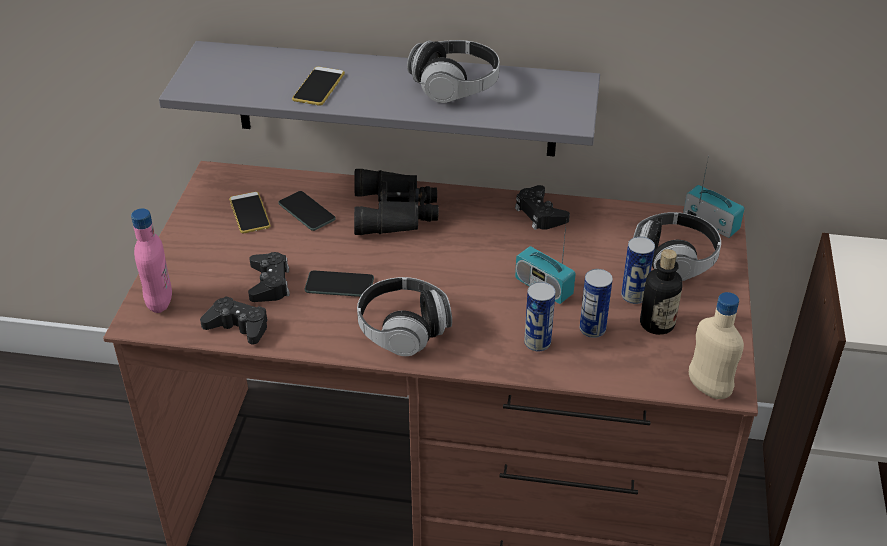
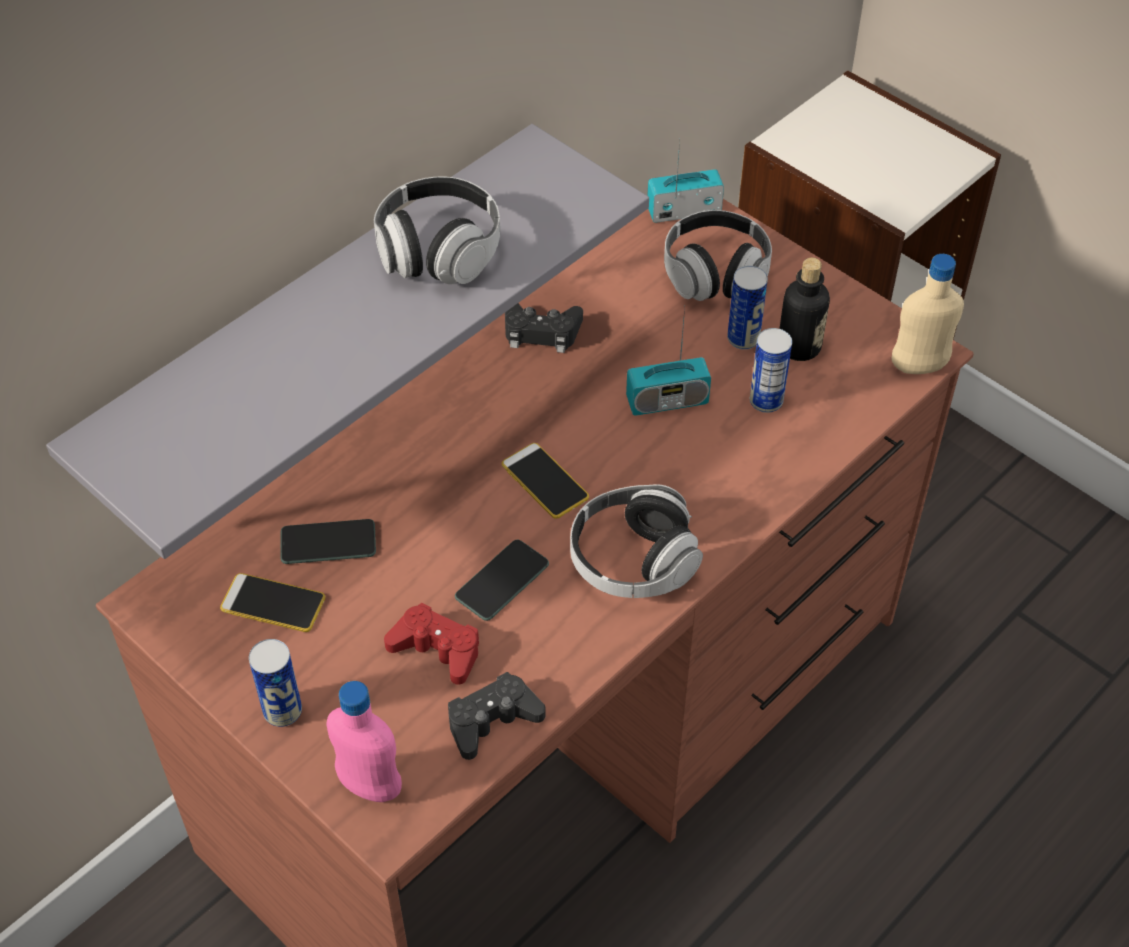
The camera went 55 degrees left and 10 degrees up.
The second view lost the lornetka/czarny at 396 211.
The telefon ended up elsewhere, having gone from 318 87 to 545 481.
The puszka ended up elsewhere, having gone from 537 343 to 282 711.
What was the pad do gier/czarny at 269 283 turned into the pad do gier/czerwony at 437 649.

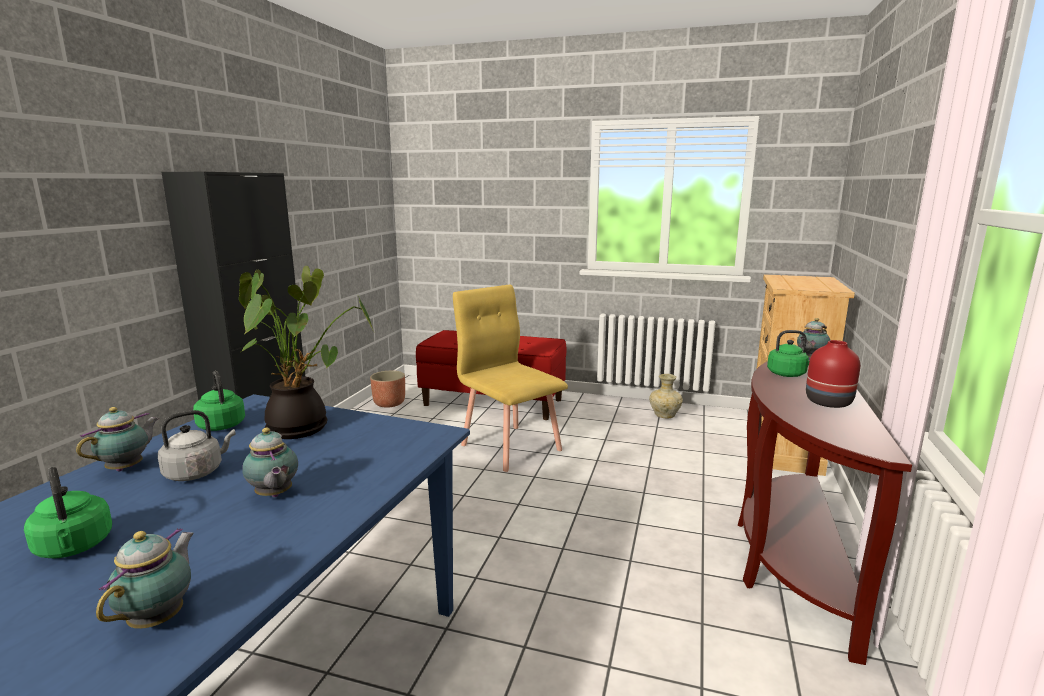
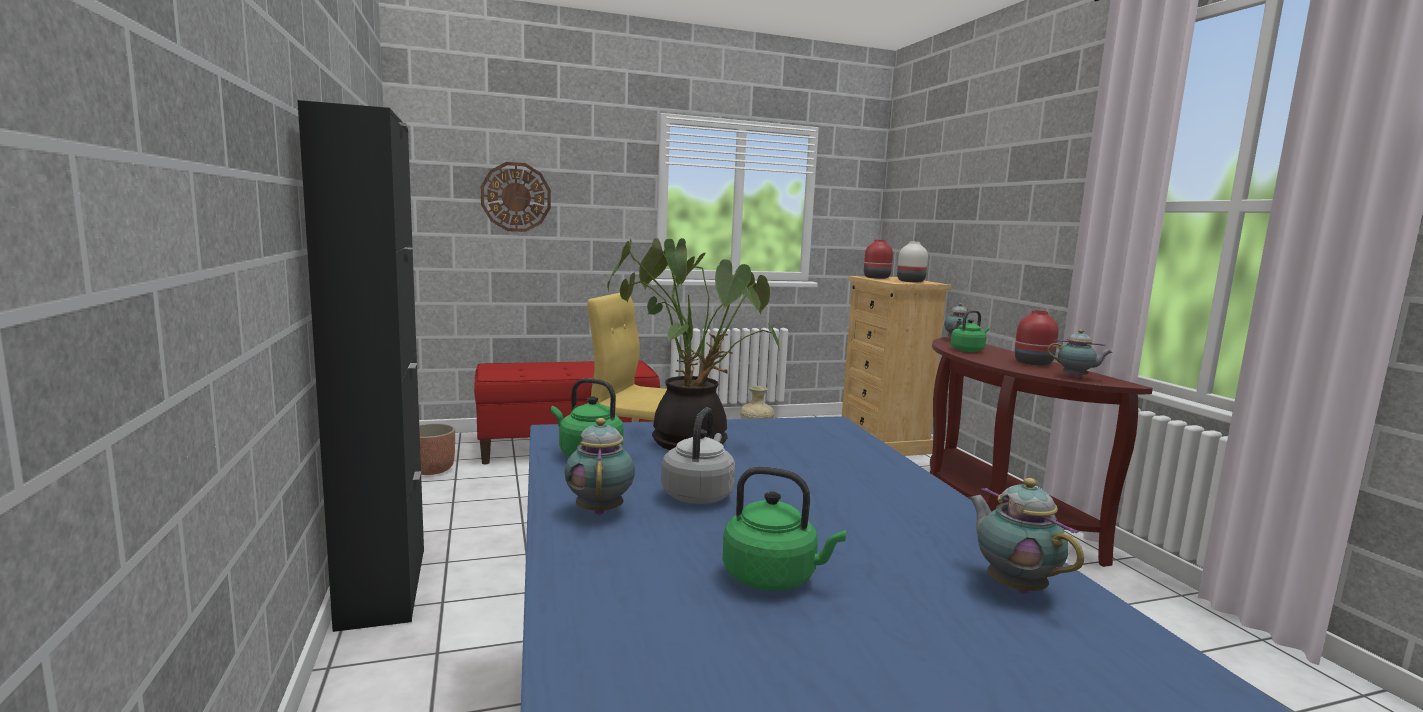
The camera went 35 degrees left and 5 degrees down.
The second view gained the zegar ścienny at 516 197.
The second view gained the wazon/czerwony at 877 278.
The second view gained the wazon/biały at 910 281.
The imbryk ended up elsewhere, having gone from 274 495 to 1076 378.

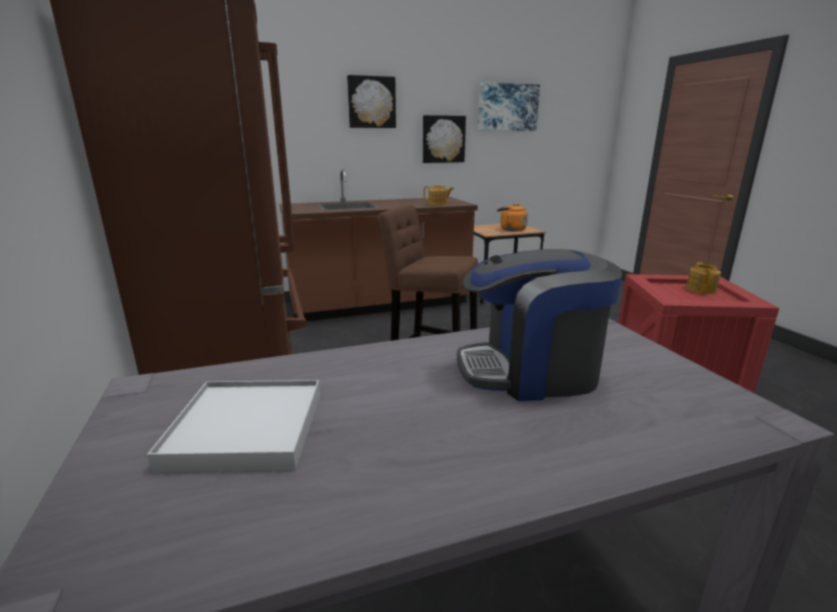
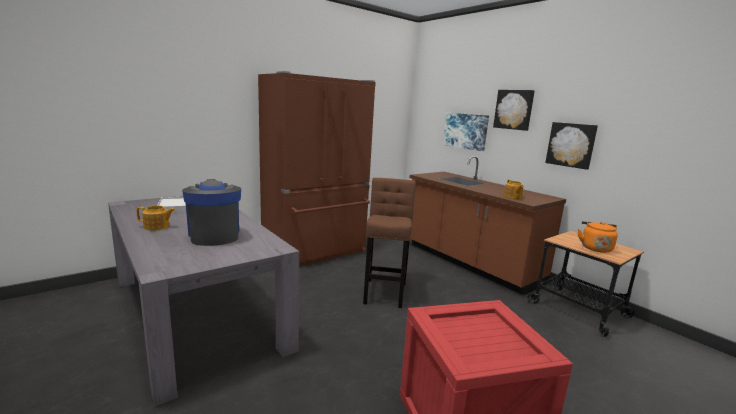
The camera went 70 degrees right and 5 degrees down.
The obraz ended up elsewhere, having gone from 507 107 to 465 131.
The imbryk ended up elsewhere, having gone from 701 289 to 157 227.

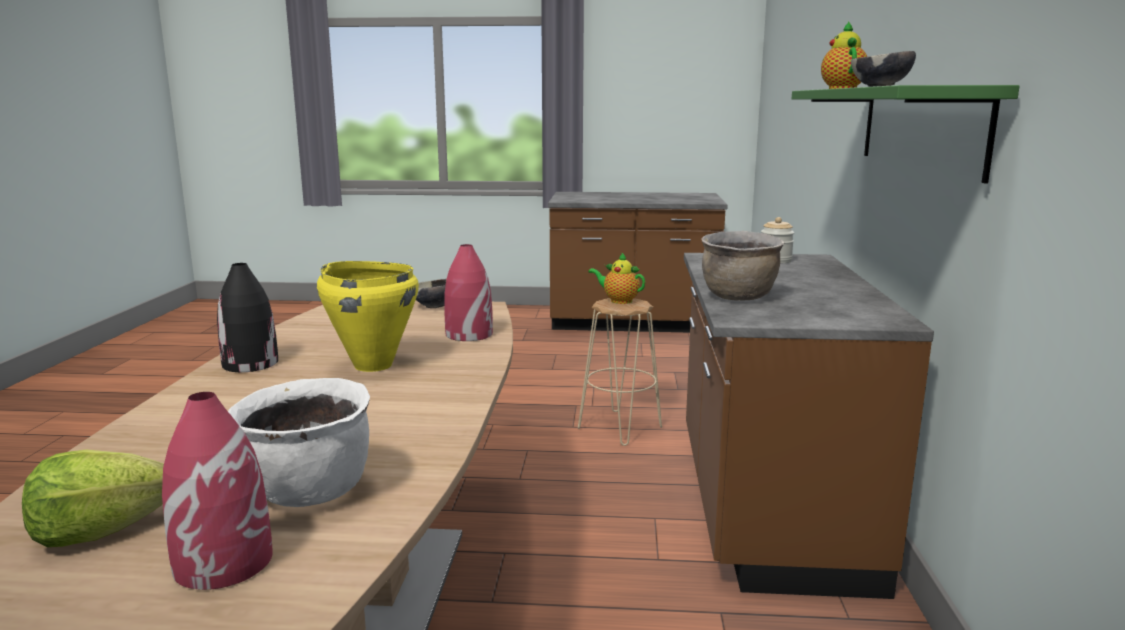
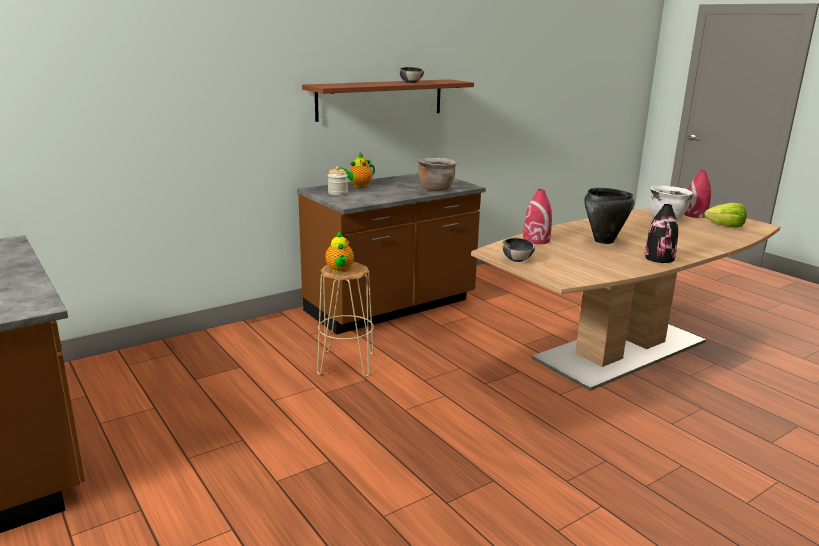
The camera went 130 degrees left and 5 degrees up.
The imbryk ended up elsewhere, having gone from 841 89 to 358 185.
What was the garnek/żółty at 373 365 turned into the garnek/czarny at 604 241.
What was the półka/zielony at 919 128 turned into the półka/brązowy at 380 99.

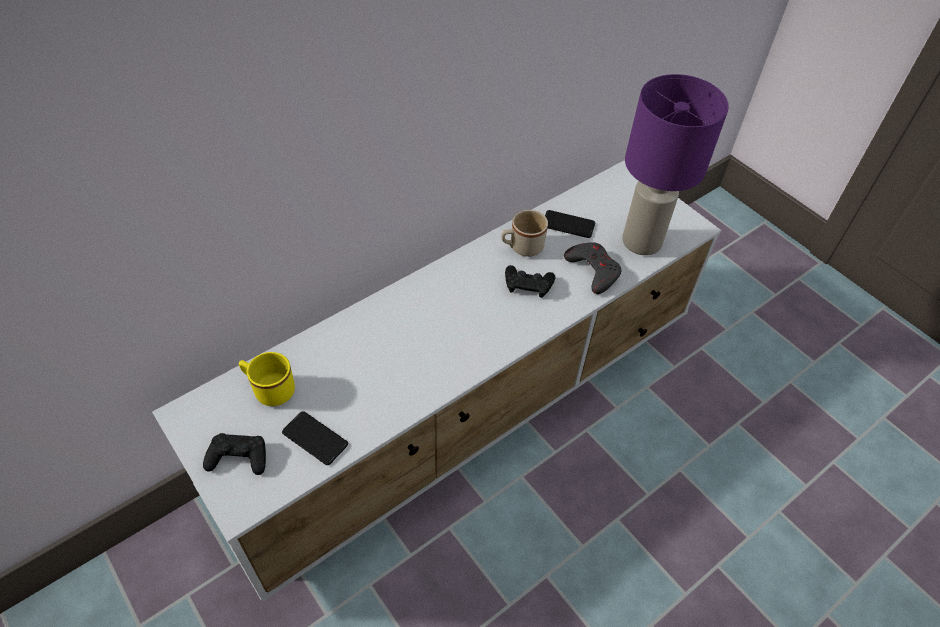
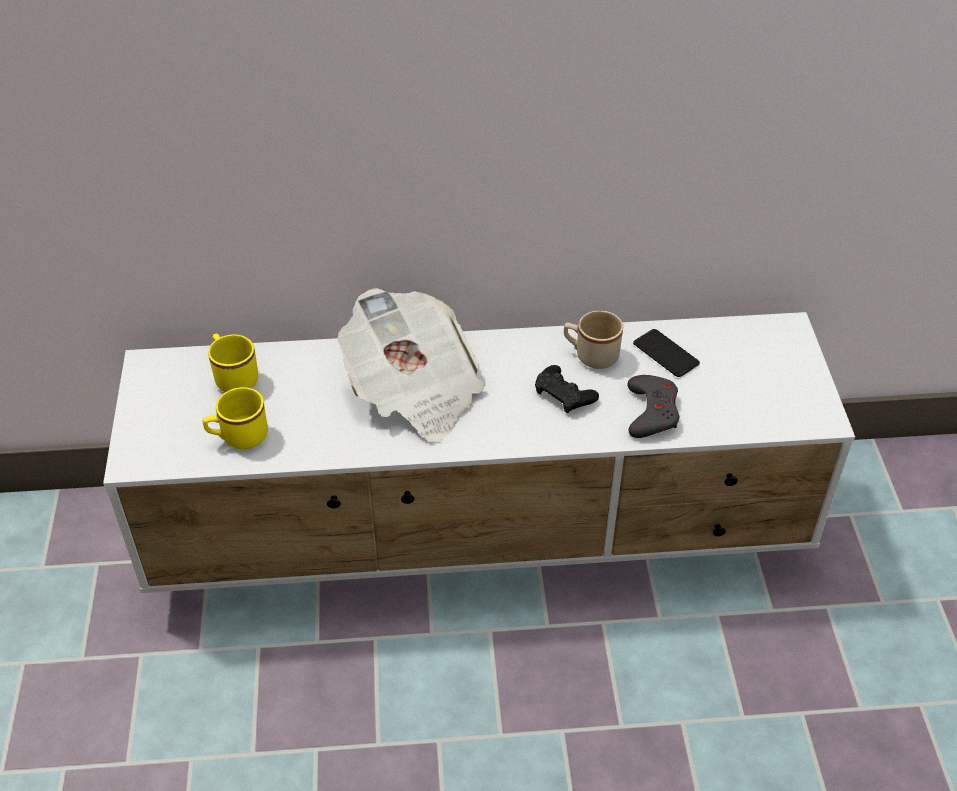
The camera went 35 degrees right and 5 degrees down.
The second view lost the pad do gier/czarny at 238 457.
The second view lost the lampa stołowa/fioletowy at 641 241.
The second view gained the gazeta at 414 391.
Where the telefon stood at 315 438, the kubek/żółty came to stand at 238 437.

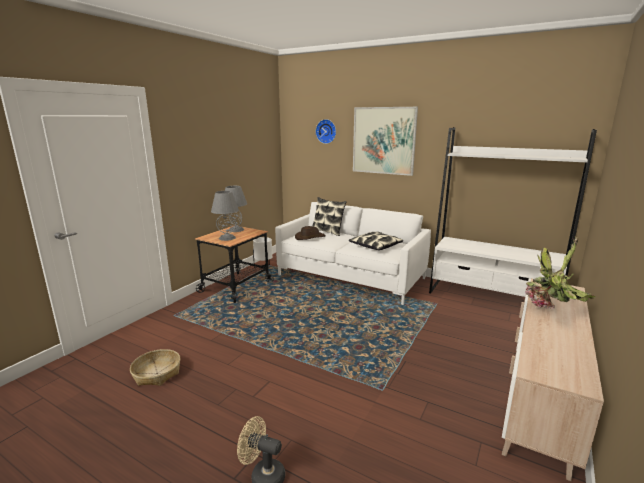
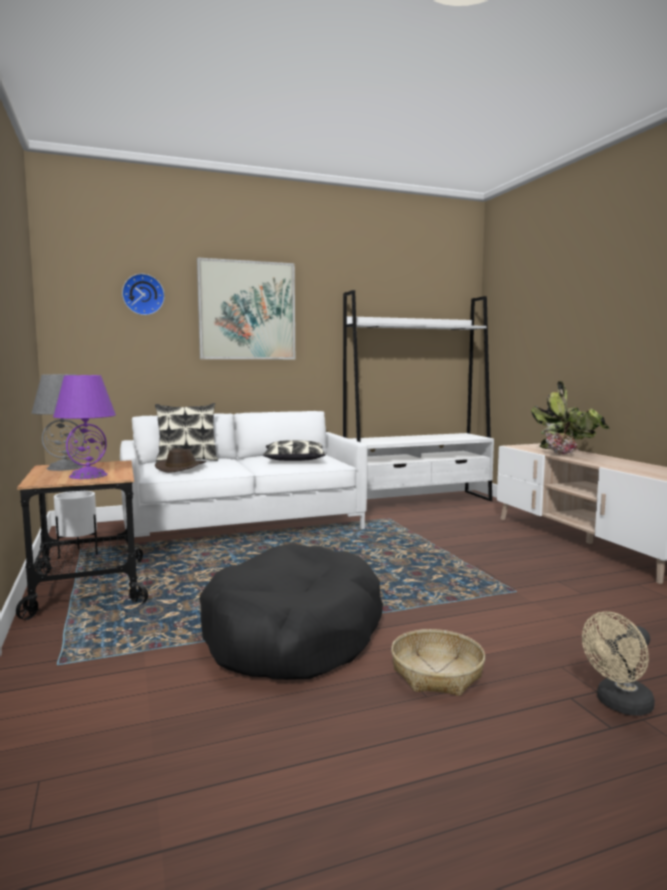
The camera went 50 degrees left and 10 degrees down.
The second view gained the legowisko/czarny at 293 634.
The koszyk ended up elsewhere, having gone from 156 373 to 436 674.
What was the lampa stołowa/szary at 227 238 turned into the lampa stołowa/fioletowy at 88 475.

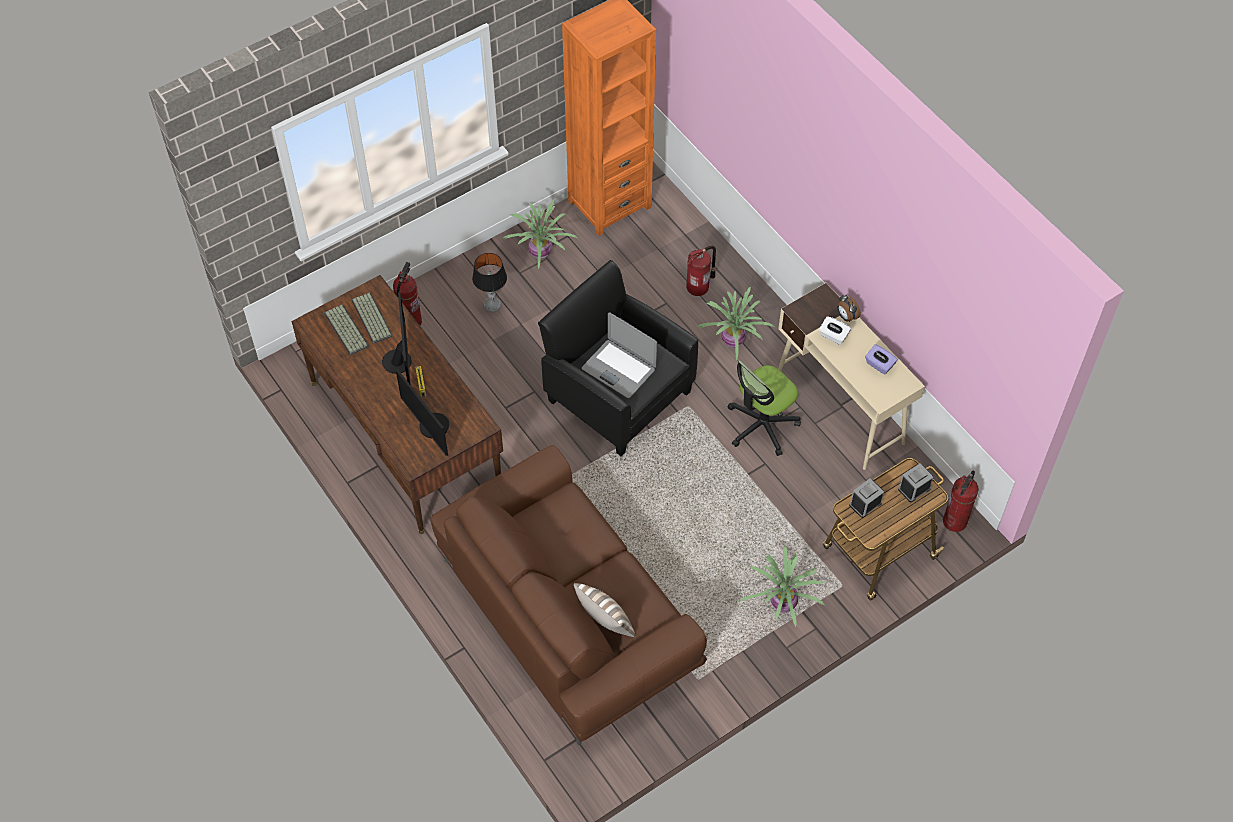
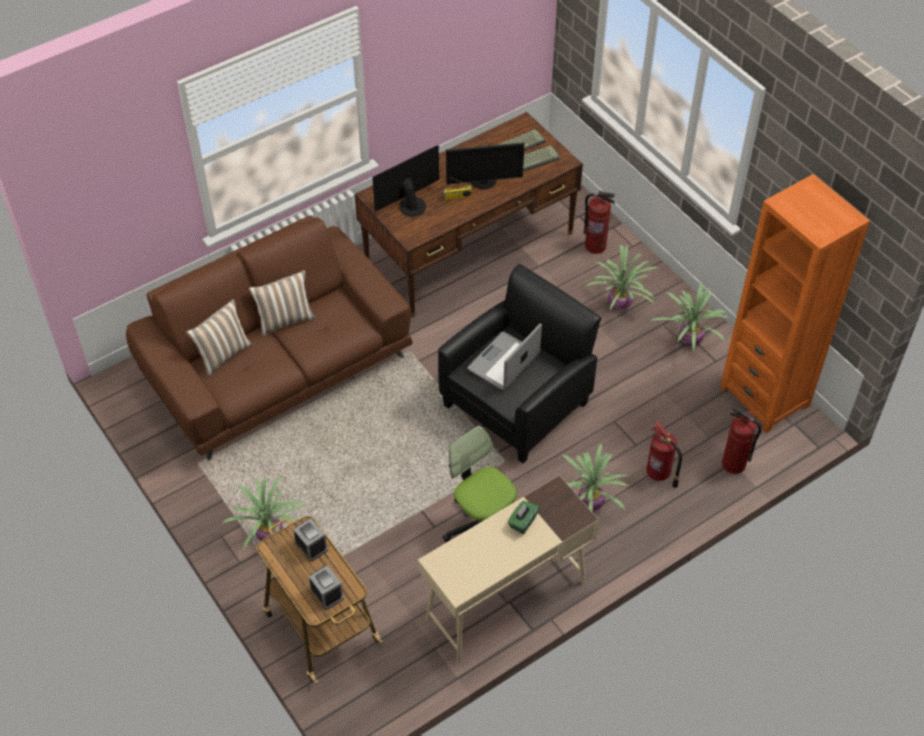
The camera went 90 degrees right and 5 degrees down.
The second view lost the budzik at 846 317.
The second view lost the pudełko chusteczek/fioletowy at 879 365.
The second view gained the poduszka at 285 320.
The gaśnica ended up elsewhere, having gone from 954 521 to 733 464.
Where the lampa stołowa stood at 492 305, the roślina doniczkowa came to stand at 621 304.
What was the pudełko chusteczek/biały at 833 336 turned into the pudełko chusteczek/zielony at 522 522.

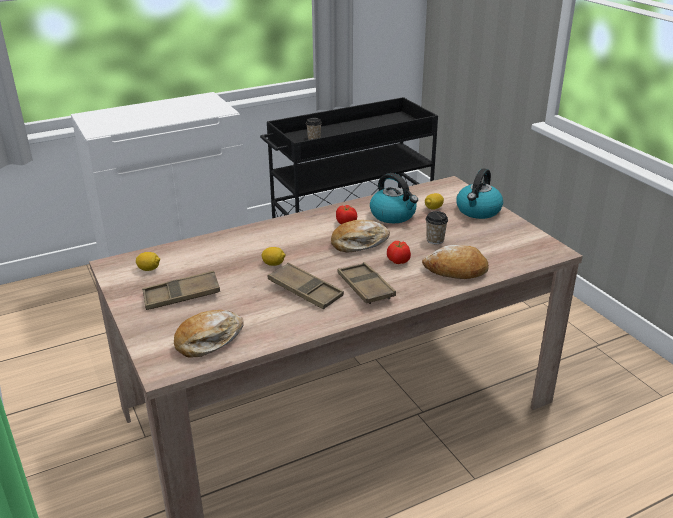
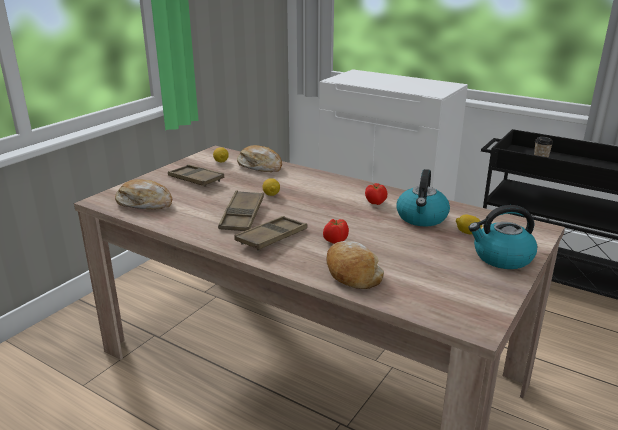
The camera went 60 degrees right and 5 degrees down.
The second view lost the filiżanka at 435 240.
The chleb ended up elsewhere, having gone from 359 243 to 260 166.

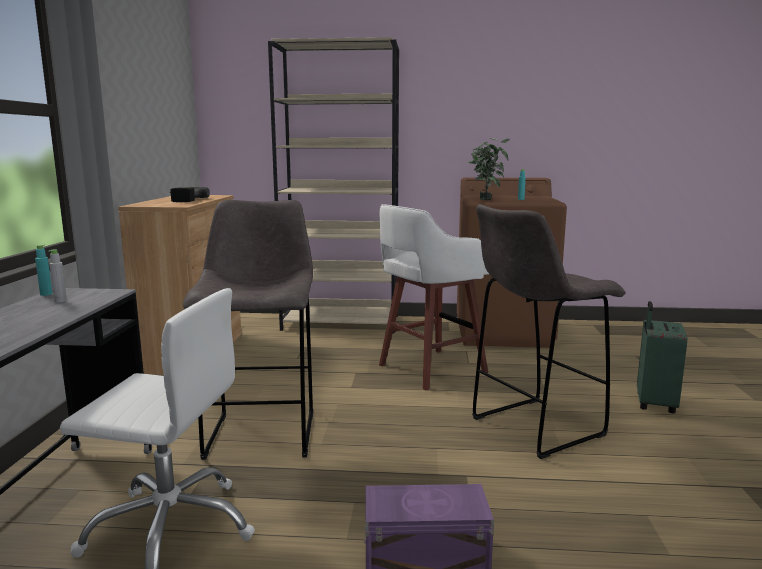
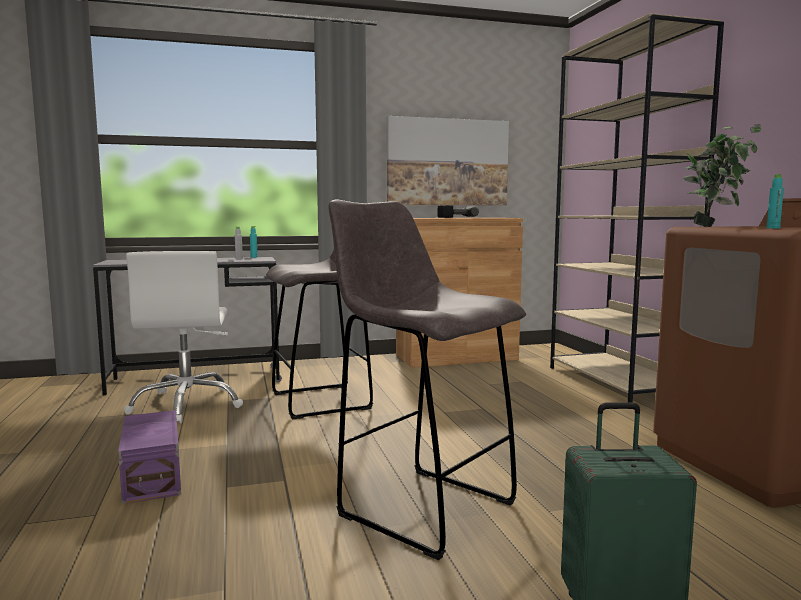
The camera went 70 degrees right and 5 degrees down.
The second view lost the stołek/biały at 429 369.
The second view gained the obraz at 447 162.

